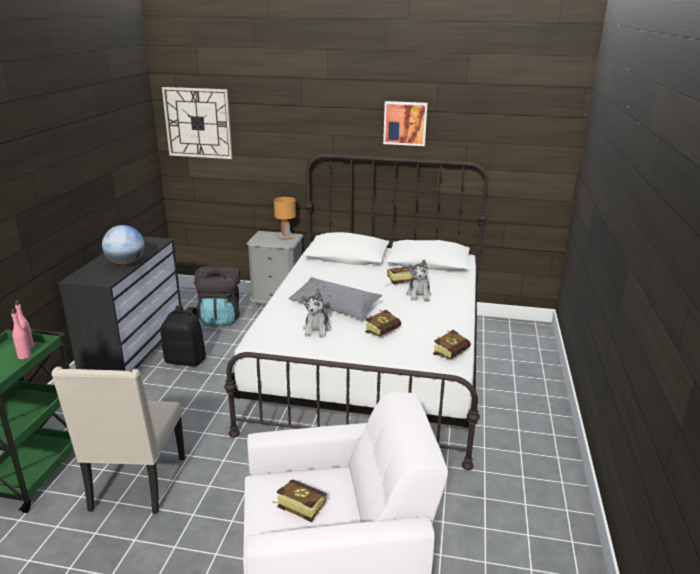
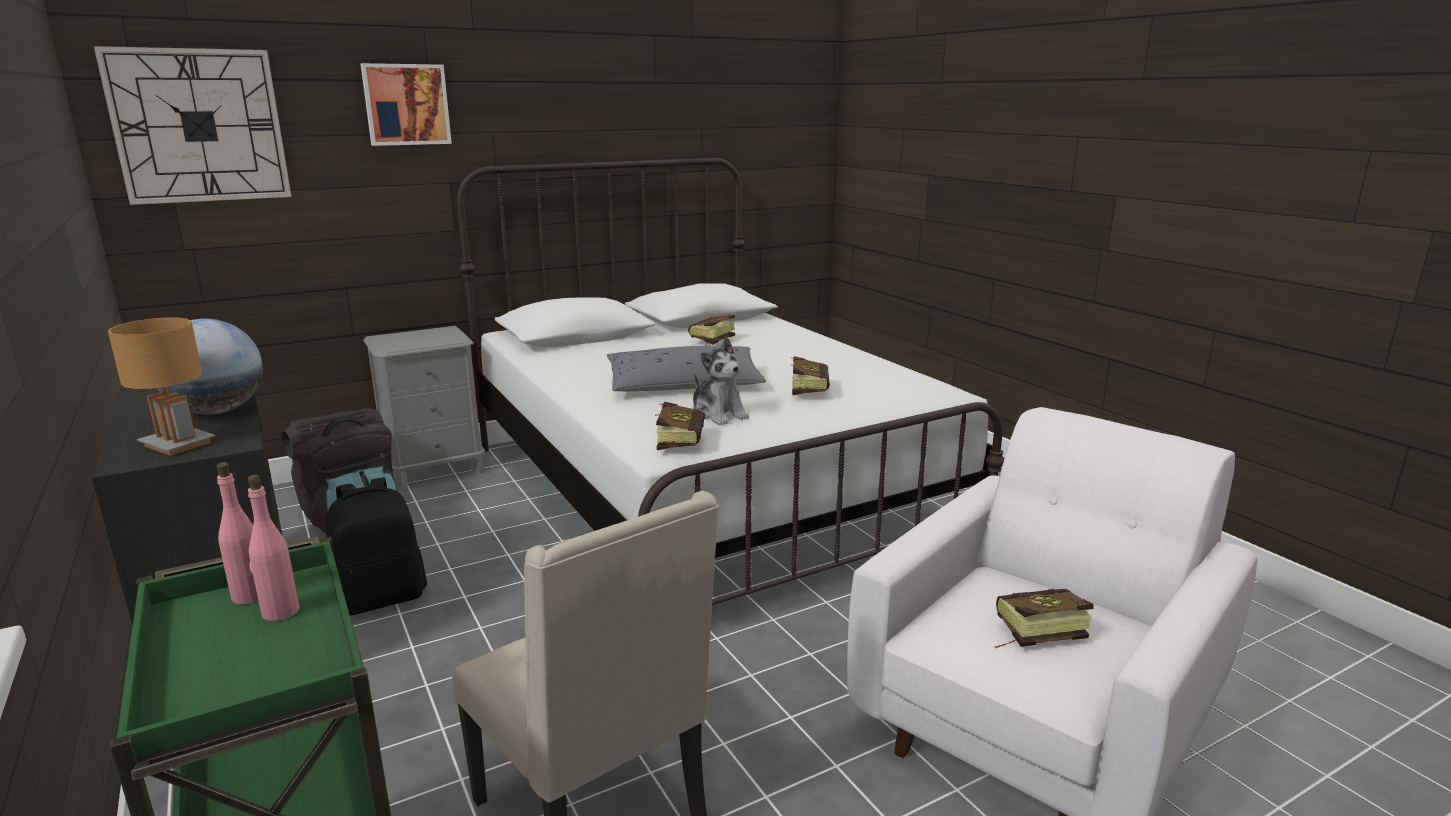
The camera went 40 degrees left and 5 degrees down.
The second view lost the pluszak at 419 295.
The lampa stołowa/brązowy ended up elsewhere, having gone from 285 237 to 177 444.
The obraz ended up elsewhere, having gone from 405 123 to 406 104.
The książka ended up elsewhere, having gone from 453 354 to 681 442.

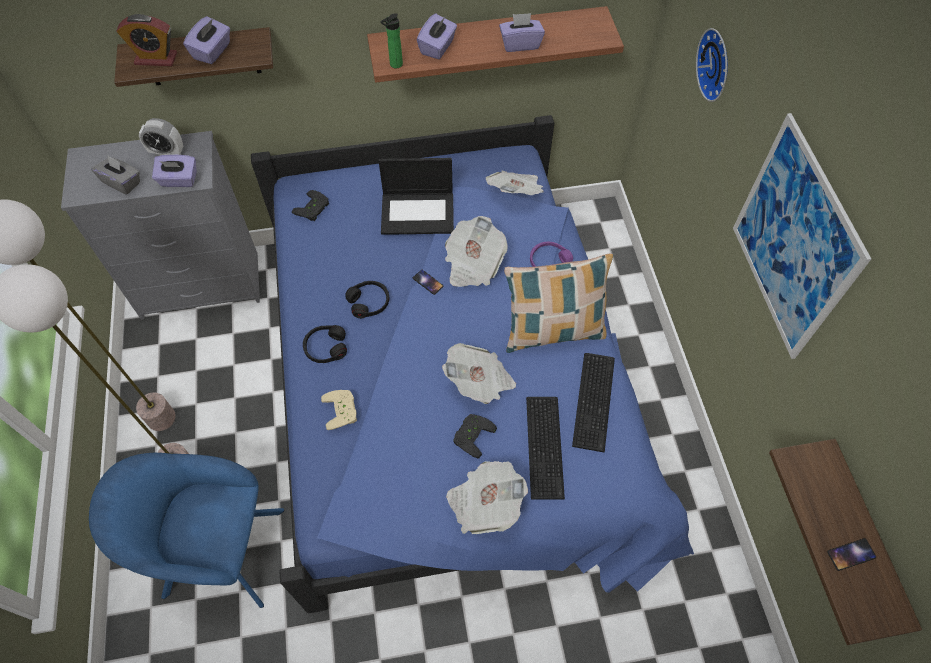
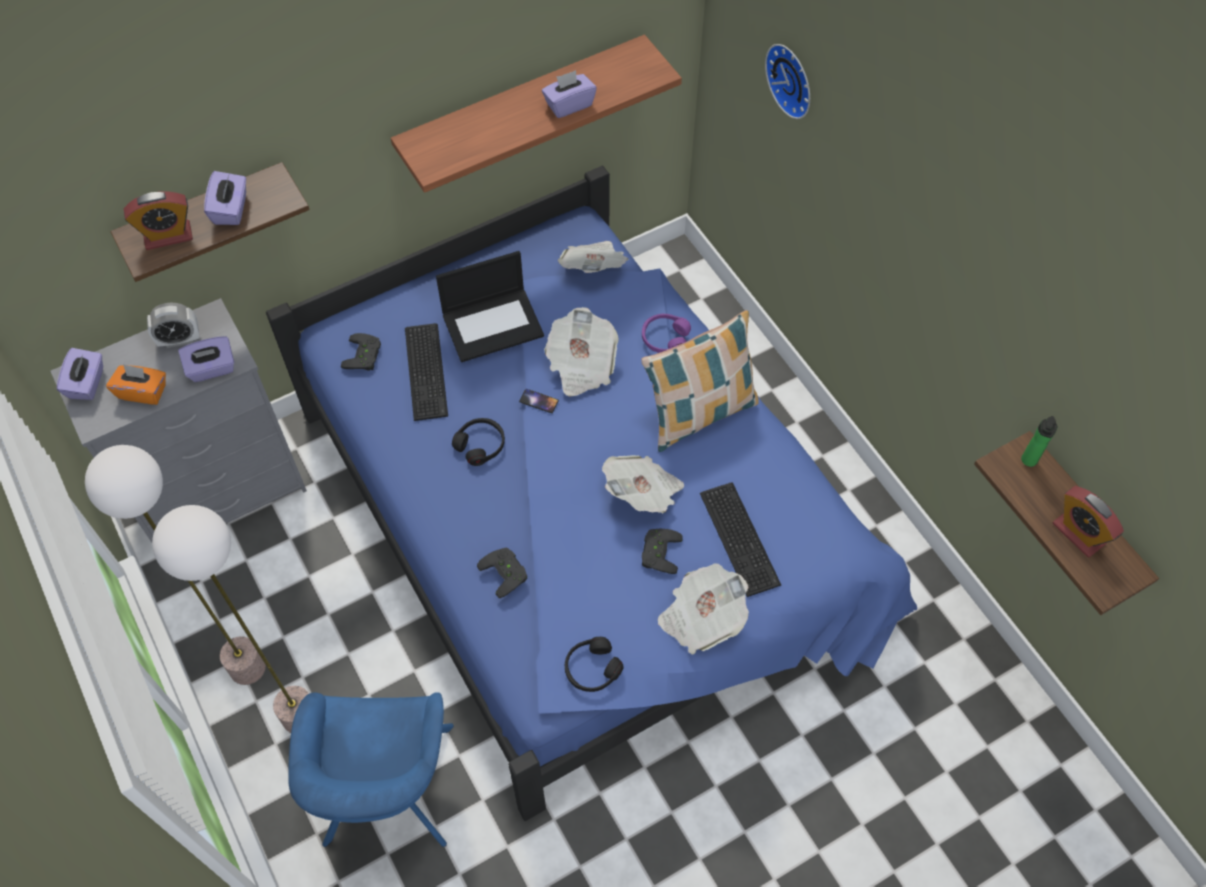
The camera went 20 degrees left and 0 degrees up.
The second view lost the obraz at 793 240.
The słuchawki/czarny ended up elsewhere, having gone from 326 347 to 592 668.
The butelka ended up elsewhere, having gone from 394 65 to 1028 462.
The pudełko chusteczek/fioletowy ended up elsewhere, having gone from 437 47 to 87 383.
The klawiatura ended up elsewhere, having gone from 595 400 to 428 370.
Where the telefon stood at 851 554, the budzik came to stand at 1078 533.
What was the pudełko chusteczek/szary at 122 182 turned into the pudełko chusteczek/pomarańczowy at 143 392.
What was the pad do gier/beżowy at 343 410 turned into the pad do gier/czarny at 506 572.
The fotel/niebieski at 217 551 ended up facing another way, 75 degrees counterclockwise from before.

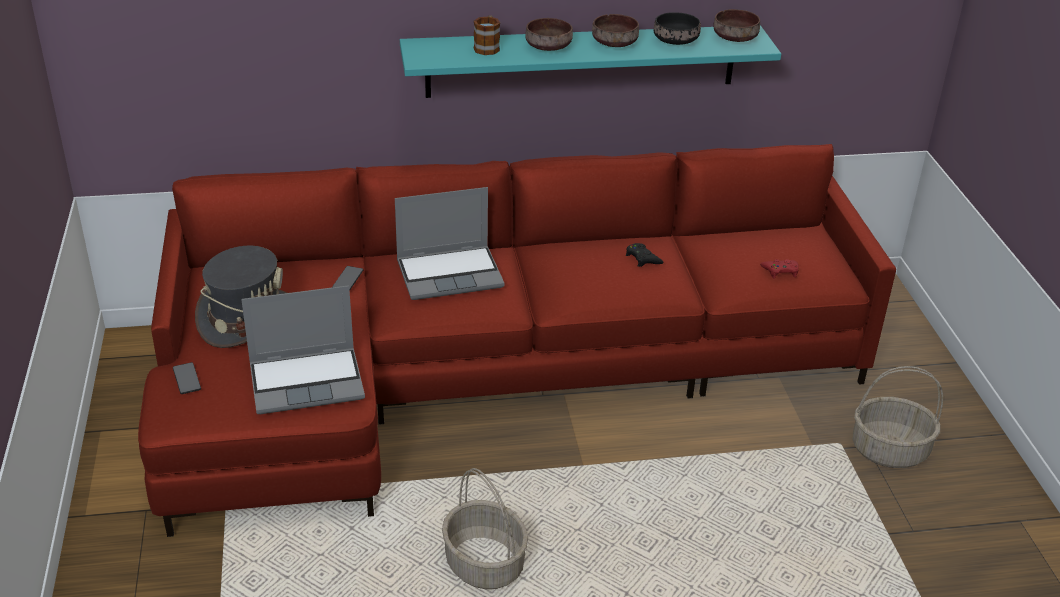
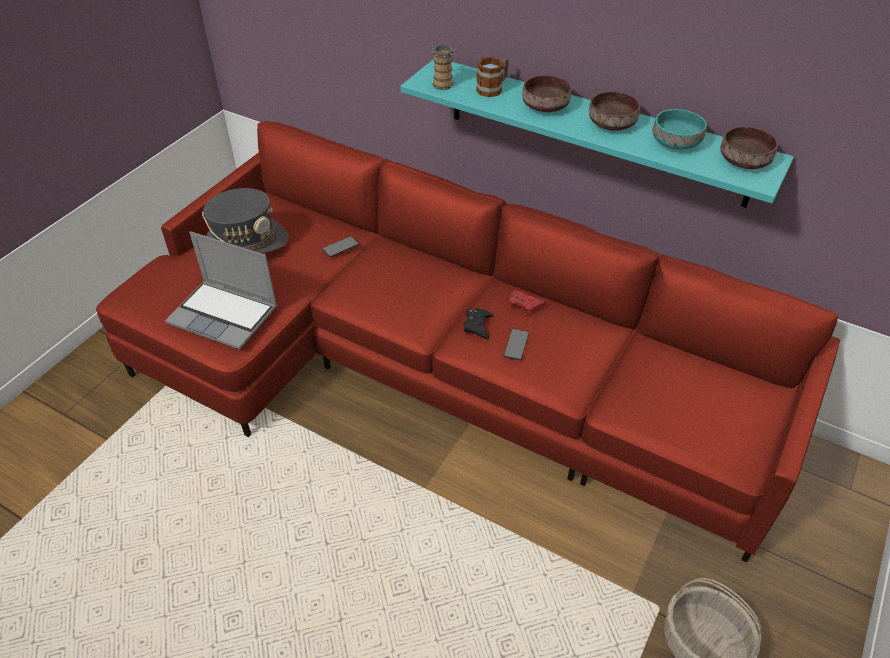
The camera went 40 degrees right and 10 degrees up.
The second view lost the laptop at 451 273.
The second view lost the koszyk at 485 564.
The second view gained the kubek at 442 83.
The telefon ended up elsewhere, having gone from 187 379 to 516 345.
The pad do gier/czarny ended up elsewhere, having gone from 642 258 to 477 325.
The pad do gier/czerwony ended up elsewhere, having gone from 780 271 to 524 304.
What was the miska/czarny at 674 40 turned into the miska/turkusowy at 675 141.

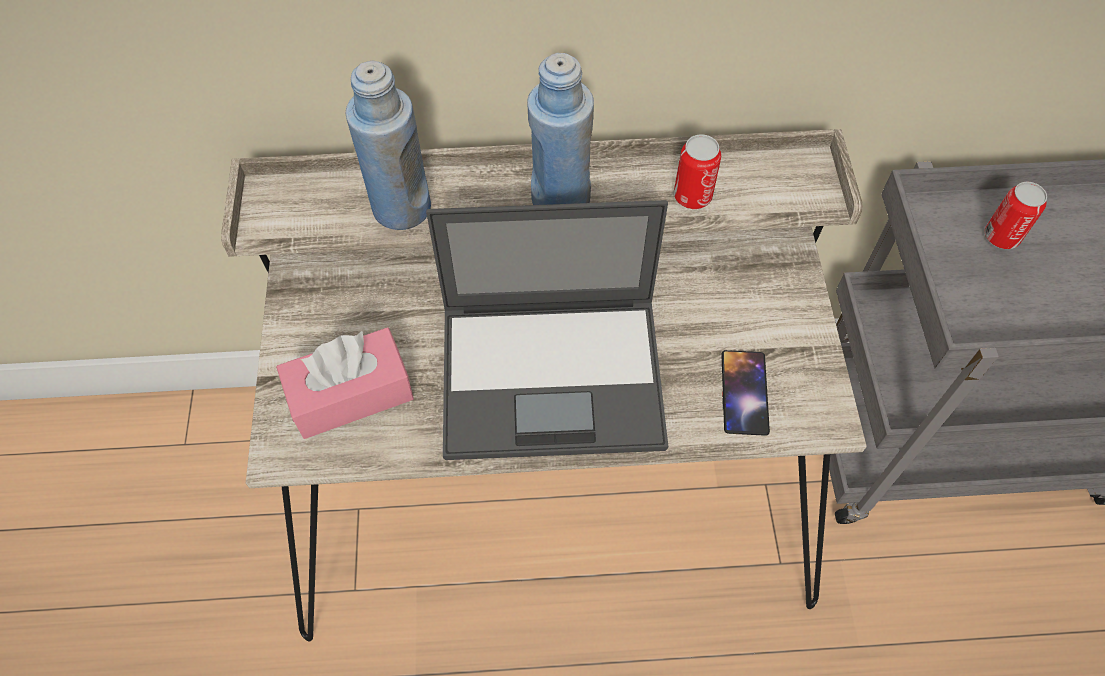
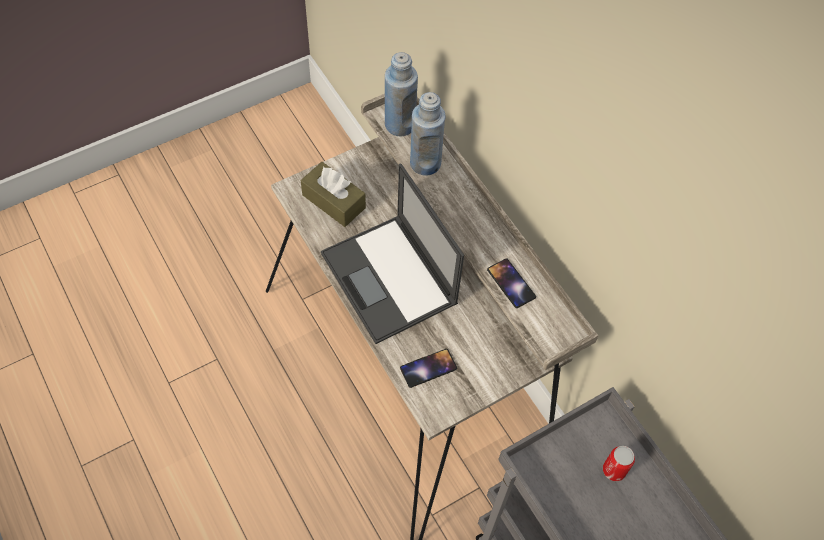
The camera went 60 degrees right and 0 degrees up.
The butelka/niebieski ended up elsewhere, having gone from 560 200 to 399 124.
Where the puszka stood at 692 196, the telefon came to stand at 511 283.
What was the pudełko chusteczek/różowy at 351 394 turned into the pudełko chusteczek/brązowy at 333 201.

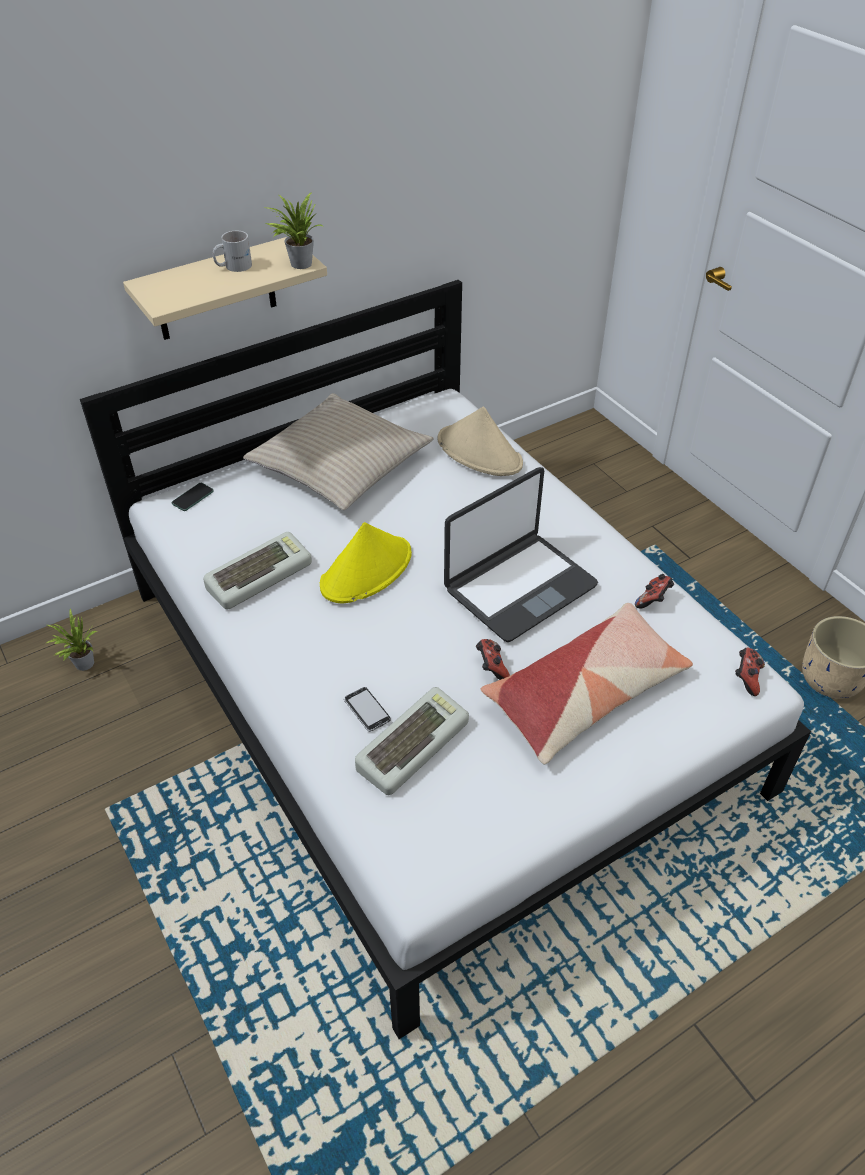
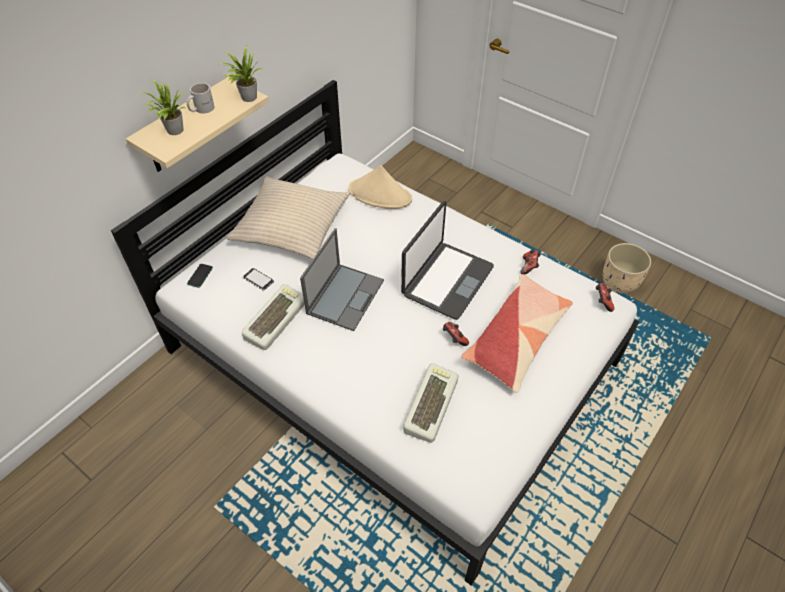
The camera went 20 degrees left and 5 degrees up.
The roślina doniczkowa ended up elsewhere, having gone from 82 664 to 173 131.
The telefon ended up elsewhere, having gone from 367 710 to 258 280.
Where the kapelusz/żółty stood at 366 570, the laptop came to stand at 345 296.

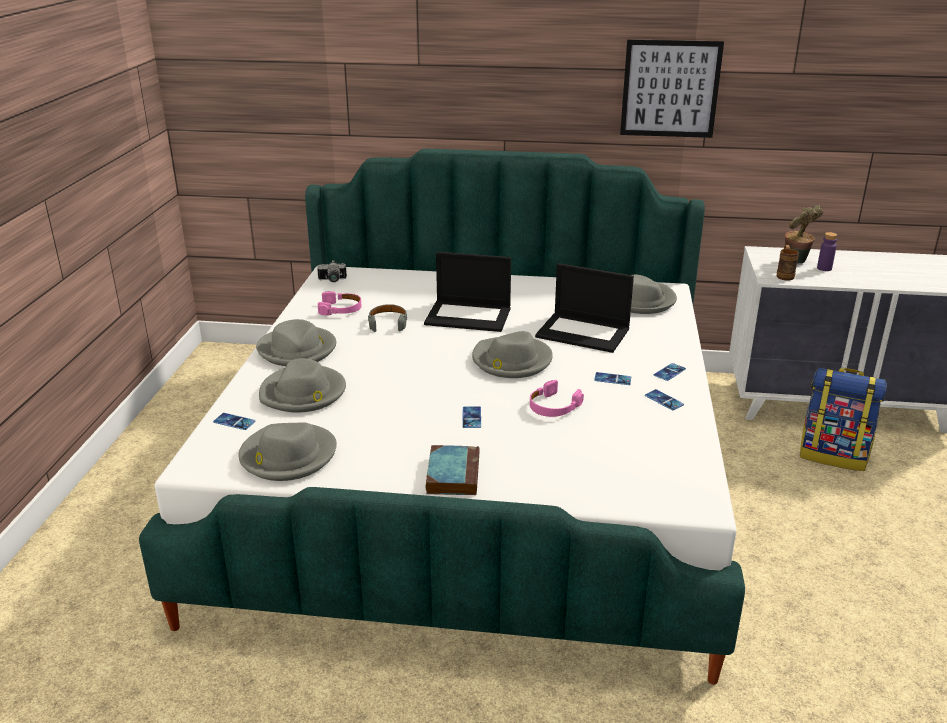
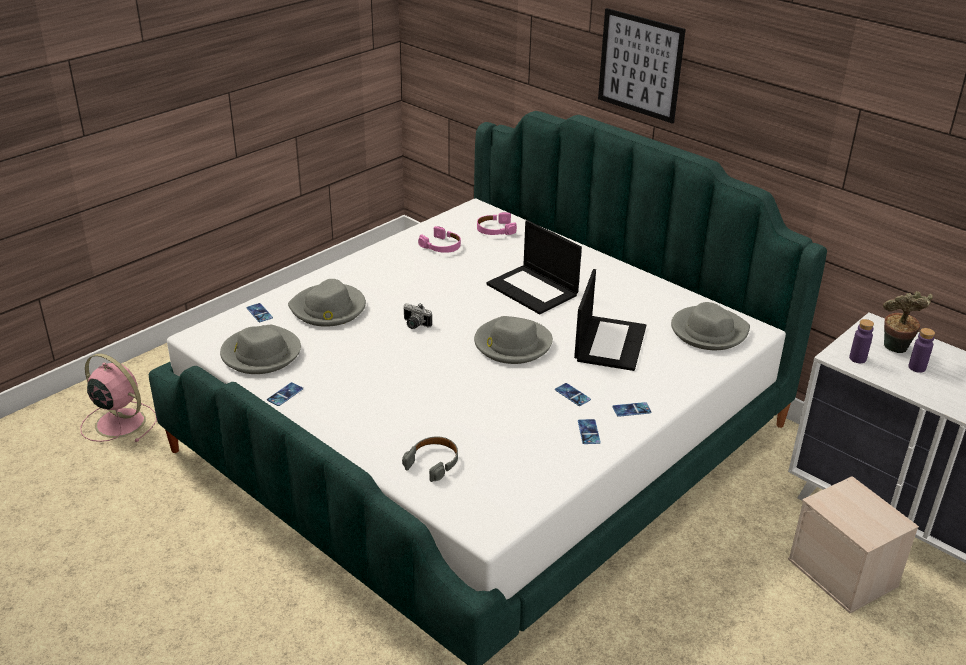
The camera went 35 degrees right and 5 degrees up.
The second view lost the kapelusz/szary at 297 350.
The second view lost the książka at 452 474.
The second view gained the wentylator/różowy at 118 422.
The aparat fotograficzny ended up elsewhere, having gone from 332 280 to 414 325.
The słuchawki/szary ended up elsewhere, having gone from 388 323 to 433 462.
The telefon ended up elsewhere, having gone from 471 417 to 285 394.
The słuchawki/różowy ended up elsewhere, having gone from 553 407 to 495 229.
The obraz ended up elsewhere, having gone from 670 89 to 640 65.
Where the kubek/brązowy stood at 784 275, the butelka/fioletowy came to stand at 857 358.
Where the plecak stood at 833 455, the pojemnik do przechowywania/beżowy came to stand at 844 573.
The laptop at 584 332 ended up facing another way, 135 degrees counterclockwise from before.

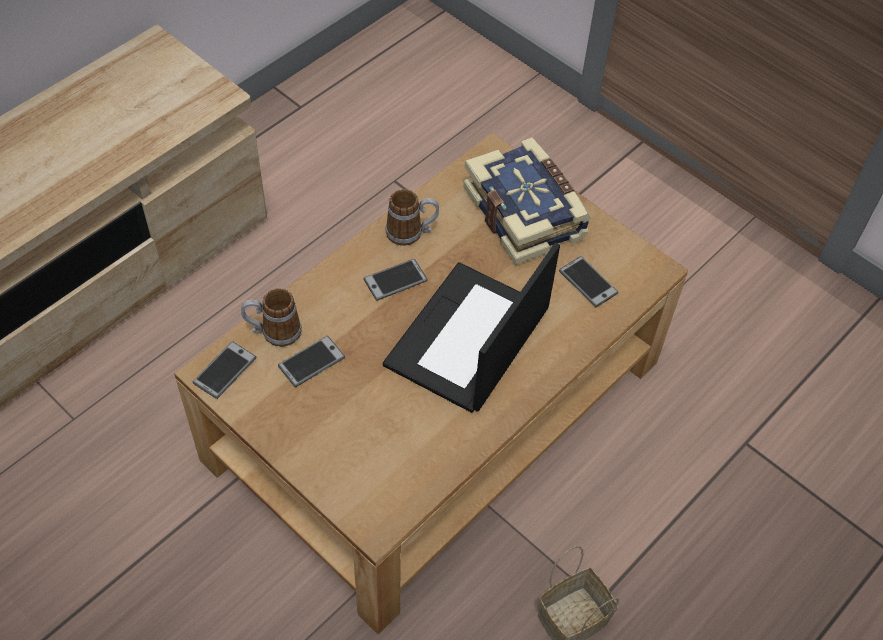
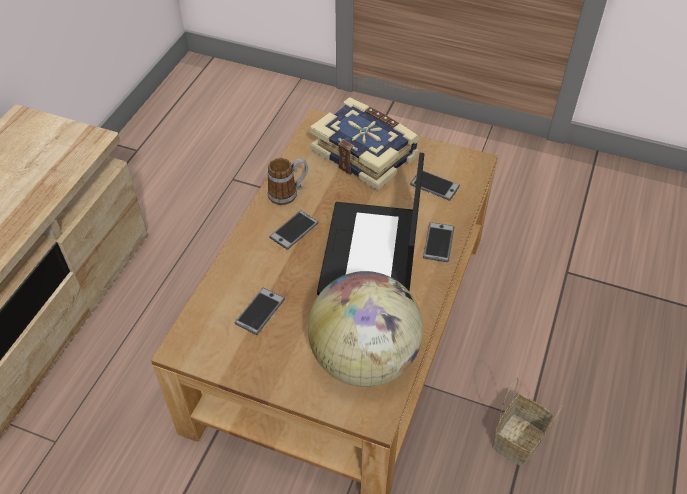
The camera went 20 degrees left and 5 degrees down.
The second view lost the kubek at 273 332.
The second view gained the globus at 364 358.
The telefon ended up elsewhere, having gone from 224 370 to 438 243.

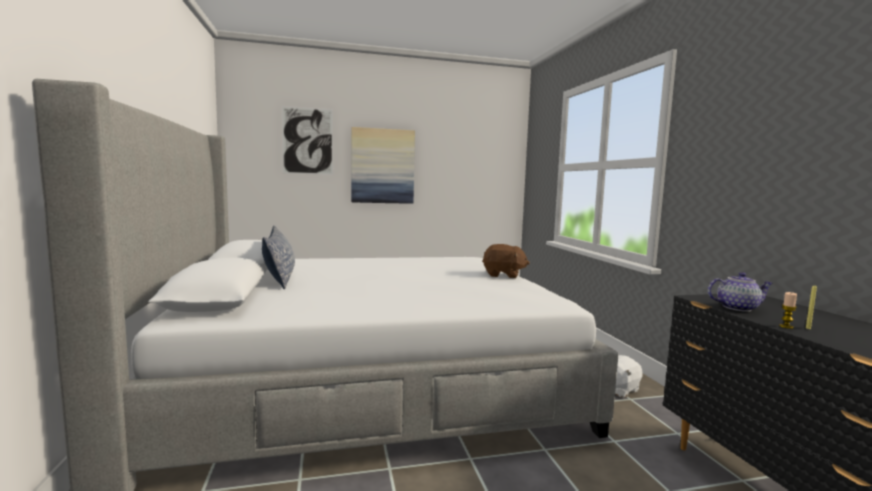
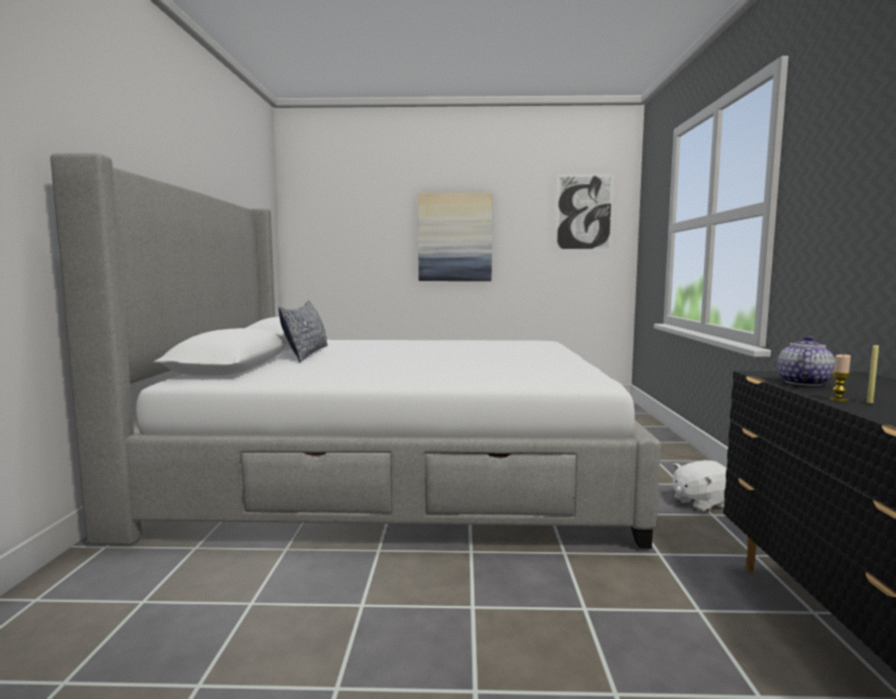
The camera went 15 degrees right and 0 degrees up.
The second view lost the pluszak/brązowy at 503 275.
The obraz ended up elsewhere, having gone from 307 141 to 584 212.
The imbryk at 737 308 ended up facing another way, 75 degrees counterclockwise from before.

